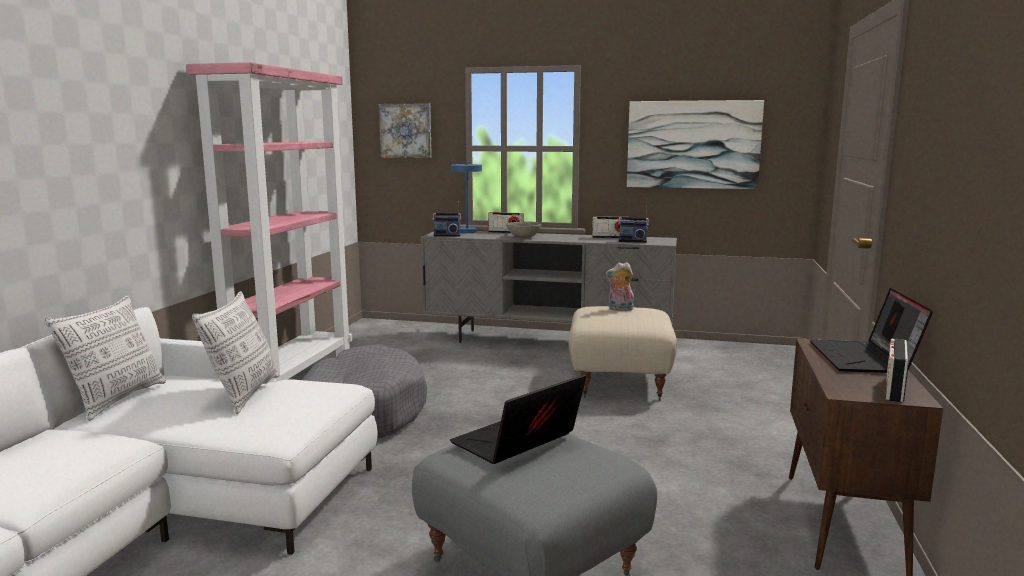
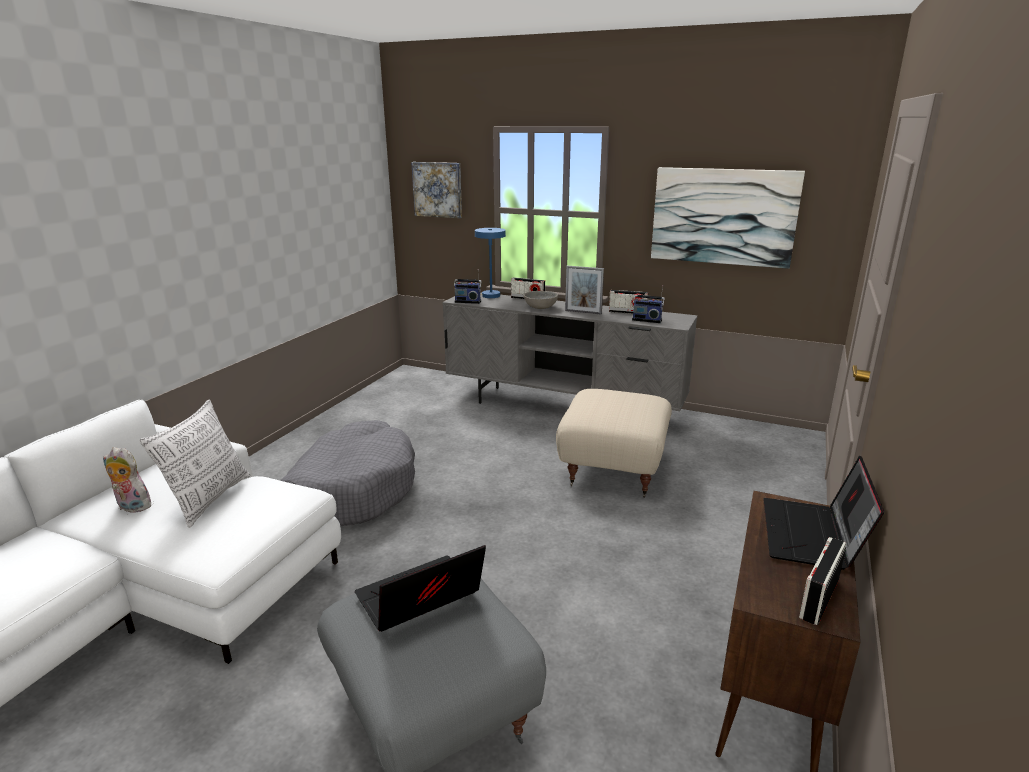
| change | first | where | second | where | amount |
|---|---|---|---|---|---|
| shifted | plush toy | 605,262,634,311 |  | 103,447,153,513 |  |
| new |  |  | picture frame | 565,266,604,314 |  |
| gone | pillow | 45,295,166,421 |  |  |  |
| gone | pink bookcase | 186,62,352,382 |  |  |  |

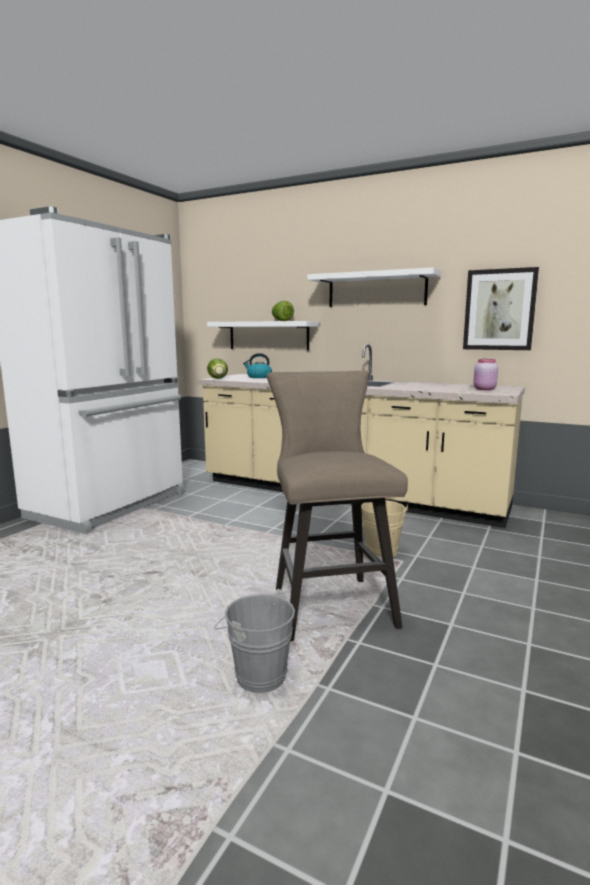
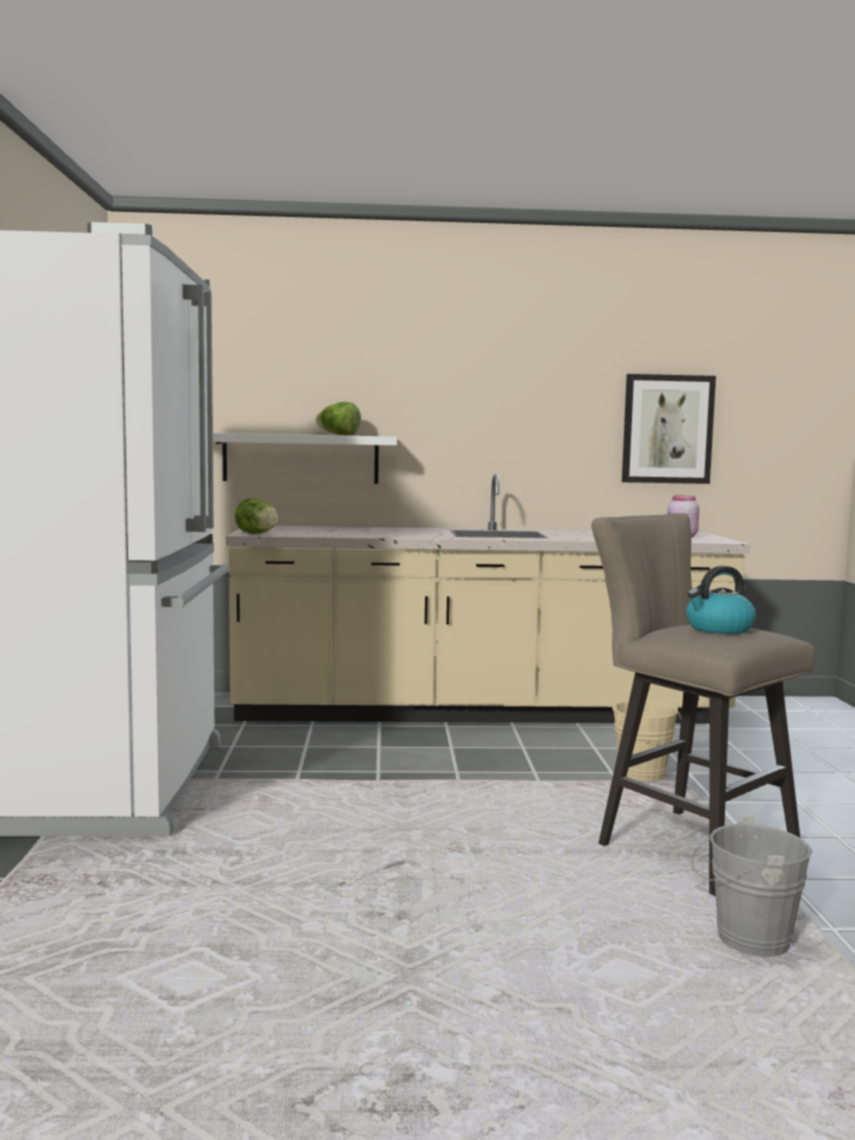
| change | first | where | second | where | amount |
|---|---|---|---|---|---|
| shifted | kettle | 243,353,272,378 |  | 686,566,756,634 |  |
| gone | white shelf | 307,268,441,307 |  |  |  |

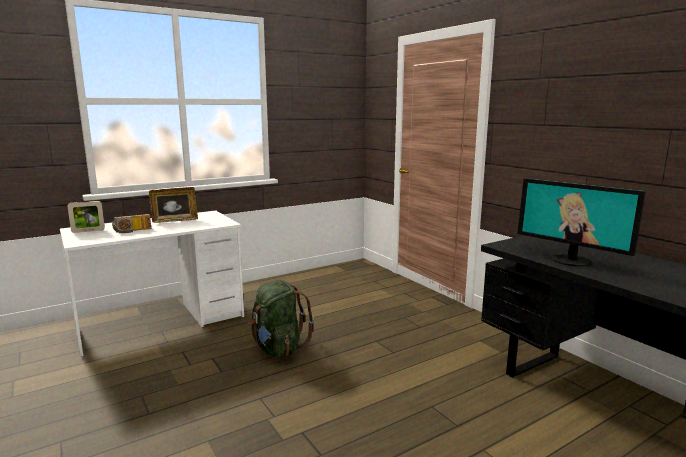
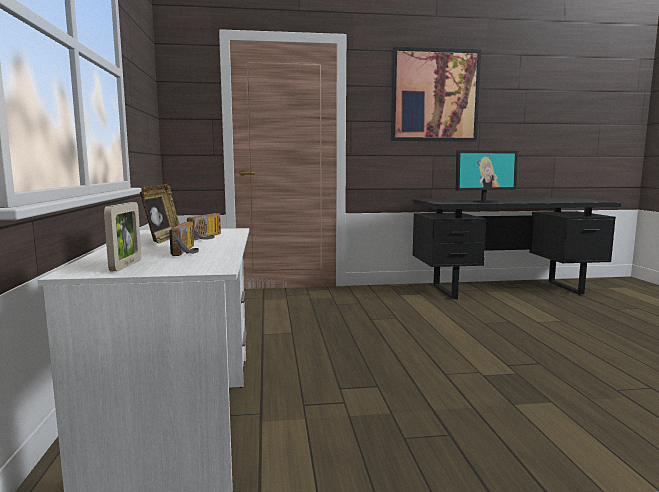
| change | first | where | second | where | amount |
|---|---|---|---|---|---|
| new |  |  | radio | 187,213,221,240 |  |
| new |  |  | picture | 391,47,481,142 |  |
| gone | green backpack | 248,280,314,357 |  |  |  |

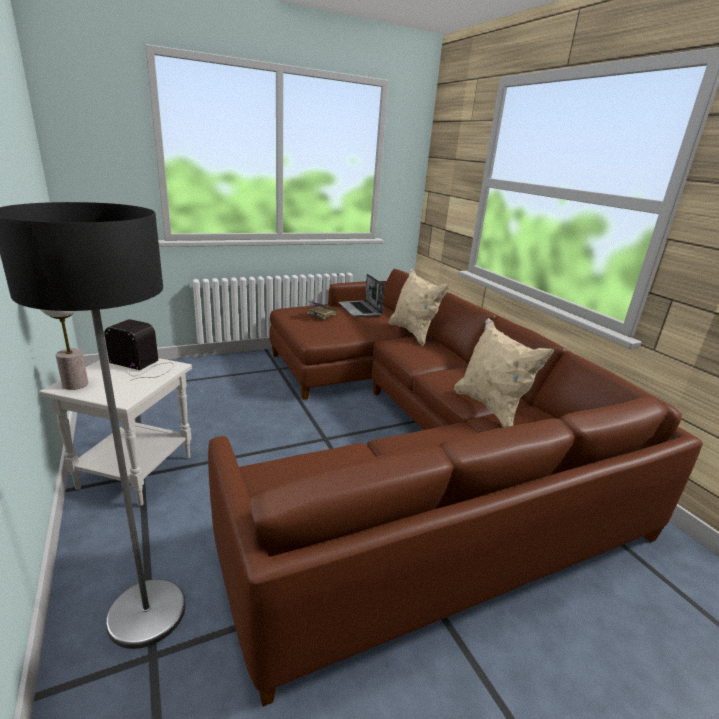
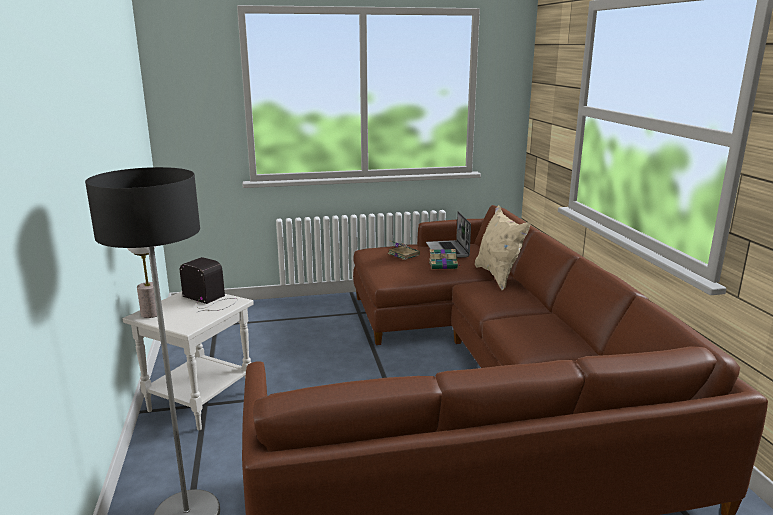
| change | first | where | second | where | amount |
|---|---|---|---|---|---|
| new |  |  | book | 429,249,461,269 |  |
| gone | beige pillow | 454,318,554,427 |  |  |  |

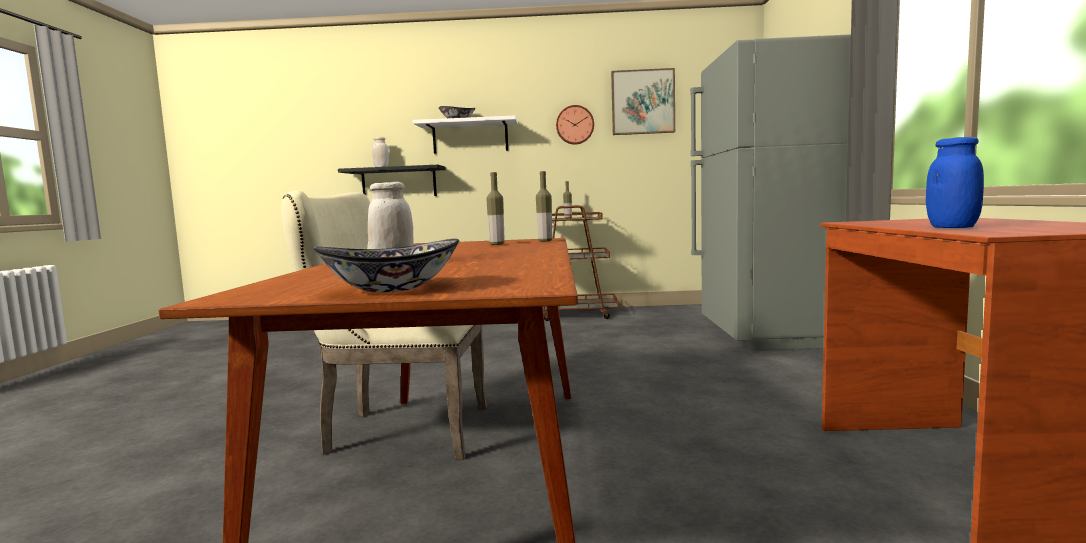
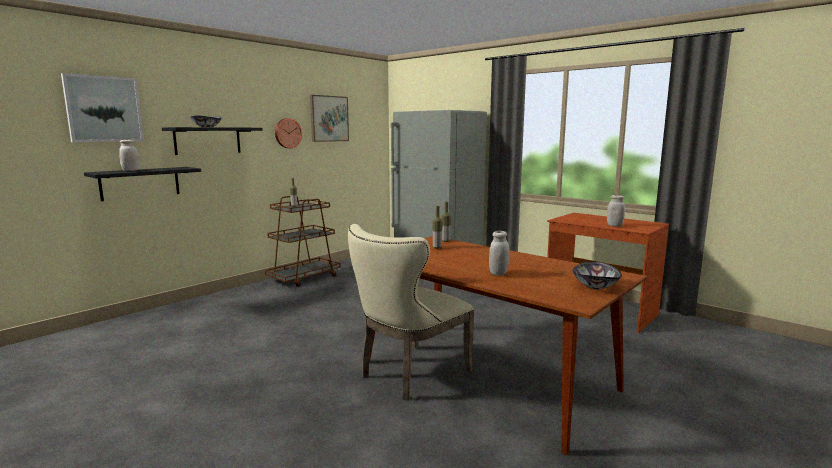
| change | first | where | second | where | amount |
|---|---|---|---|---|---|
| new |  |  | picture | 61,73,144,142 |  |
| repainted | white shelf | 413,115,518,154 | black shelf | 162,127,263,155 |  |
| repainted | blue jar | 926,137,984,228 | white jar | 607,195,625,227 |  |

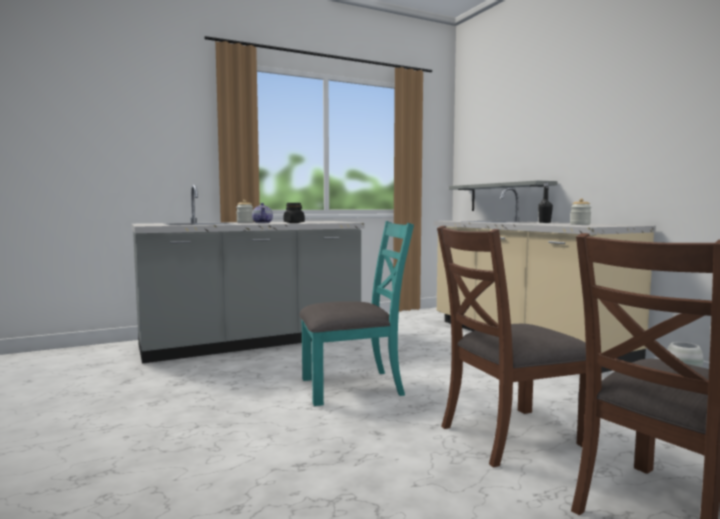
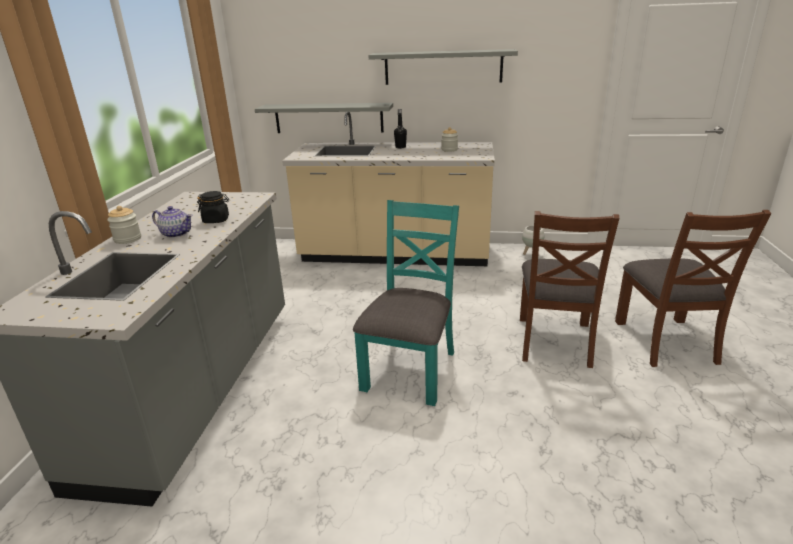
| change | first | where | second | where | amount |
|---|---|---|---|---|---|
| new |  |  | grey shelf | 368,49,518,85 |  |

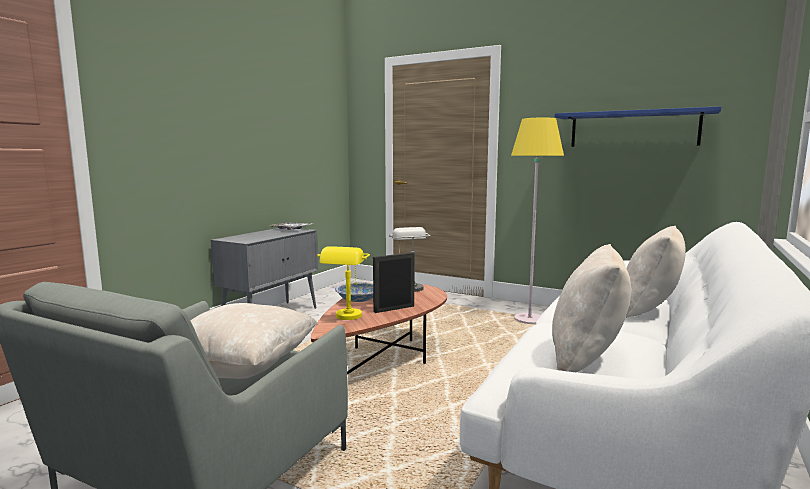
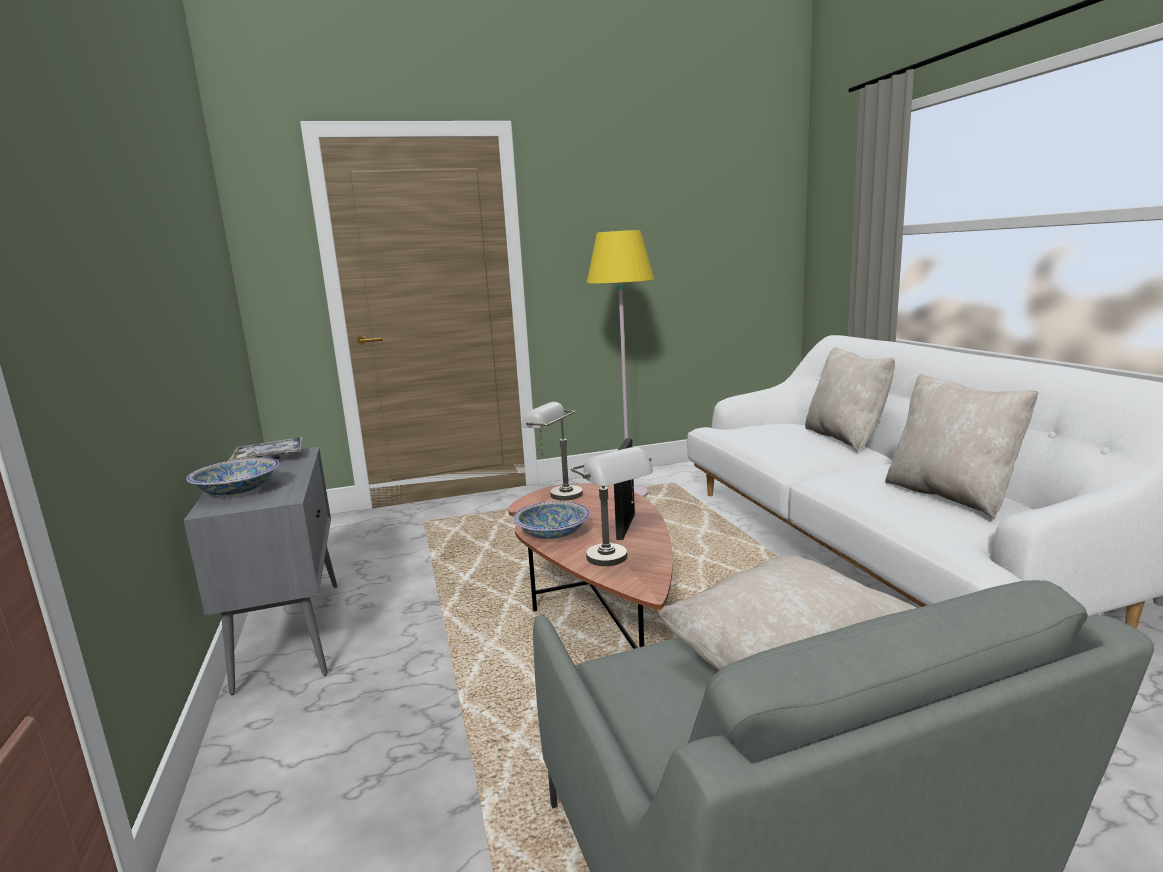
| change | first | where | second | where | amount |
|---|---|---|---|---|---|
| new |  |  | bowl | 186,458,279,495 |  |
| repainted | yellow table lamp | 317,246,370,320 | grey table lamp | 571,447,653,566 |  |
| gone | blue shelf | 555,106,721,147 |  |  |  |

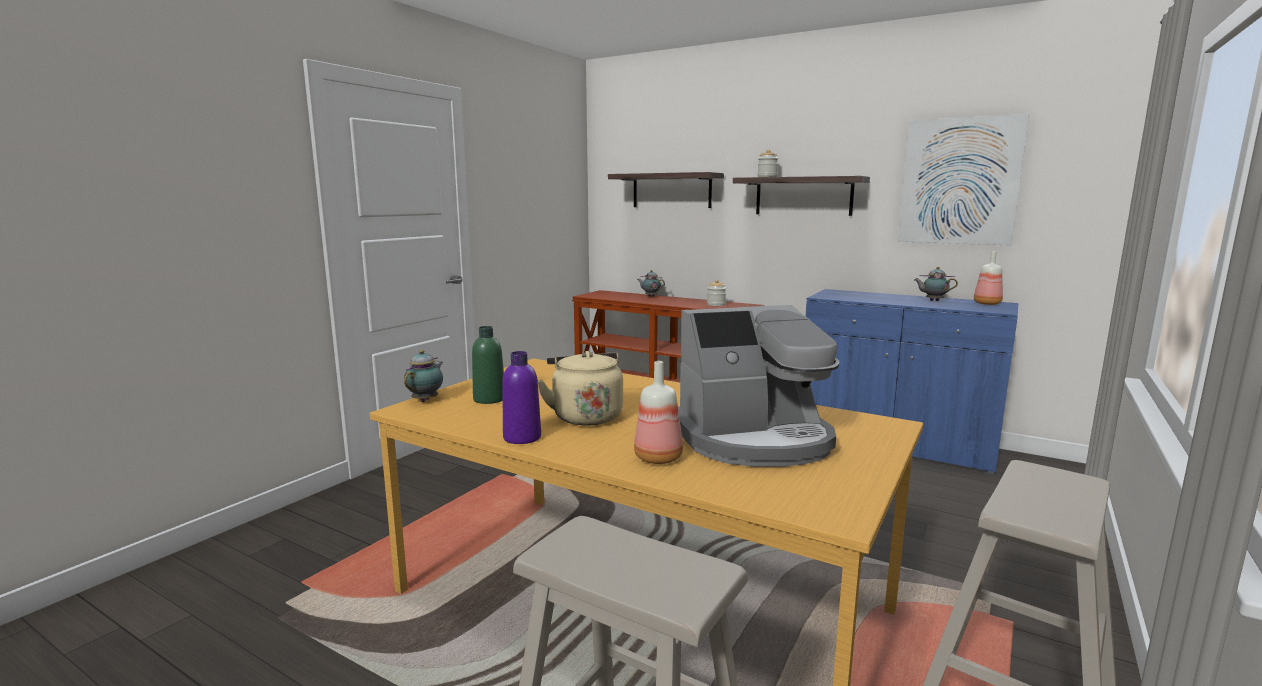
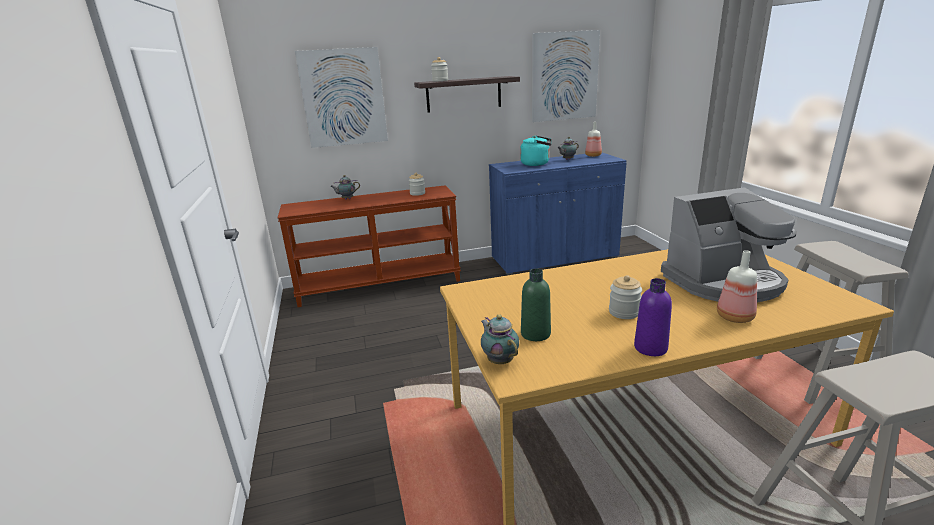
| change | first | where | second | where | amount |
|---|---|---|---|---|---|
| swapped | shelf | 608,172,724,208 | picture | 295,47,388,148 |  |
| new |  |  | turquoise kettle | 520,136,552,166 |  |
| swapped | beige kettle | 538,351,623,426 | jar | 609,275,642,319 |  |
| rotated | coffee machine | 678,305,840,467 |  | 661,187,796,302 | 45 degrees clockwise |

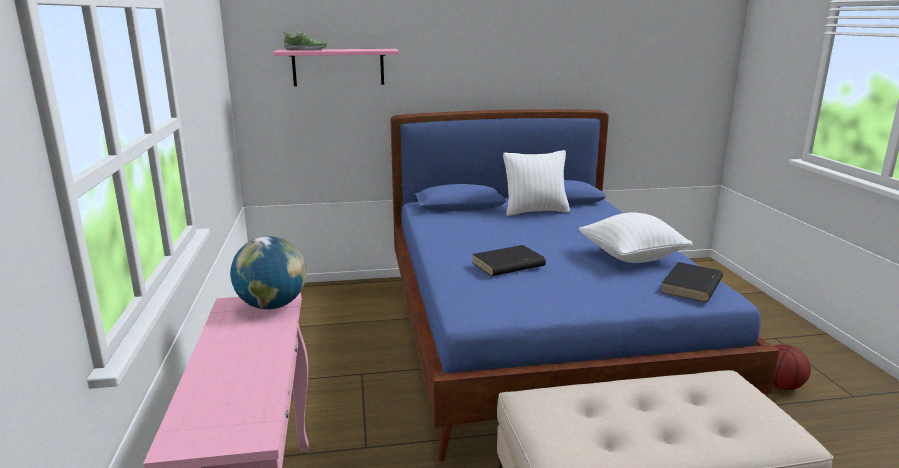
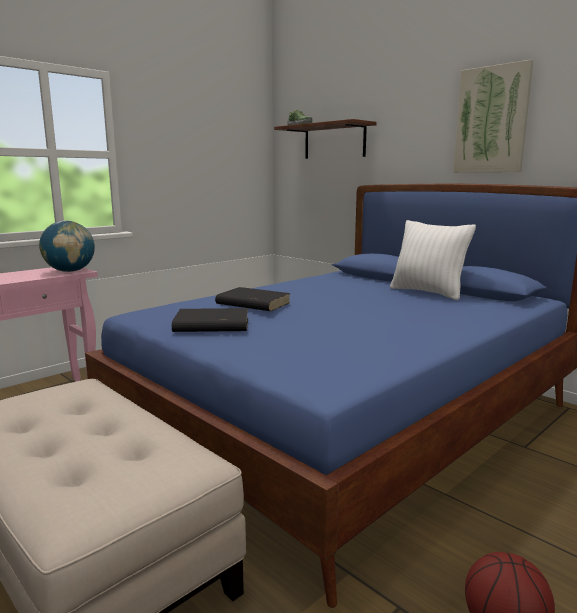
| change | first | where | second | where | amount |
|---|---|---|---|---|---|
| shifted | black book | 661,262,723,302 |  | 172,308,248,332 |  |
| repainted | pink shelf | 273,49,400,86 | brown shelf | 274,119,377,159 |  |
| new |  |  | picture | 453,60,533,172 |  |
| gone | white pillow | 579,212,693,263 |  |  |  |

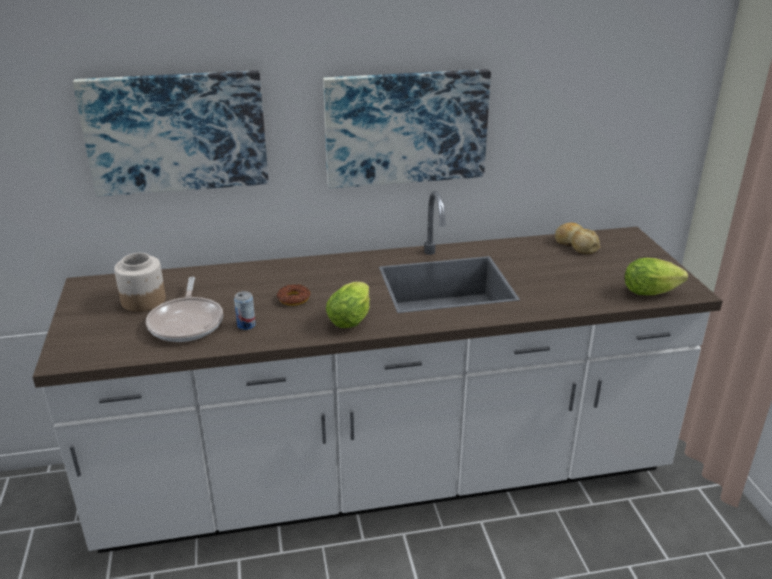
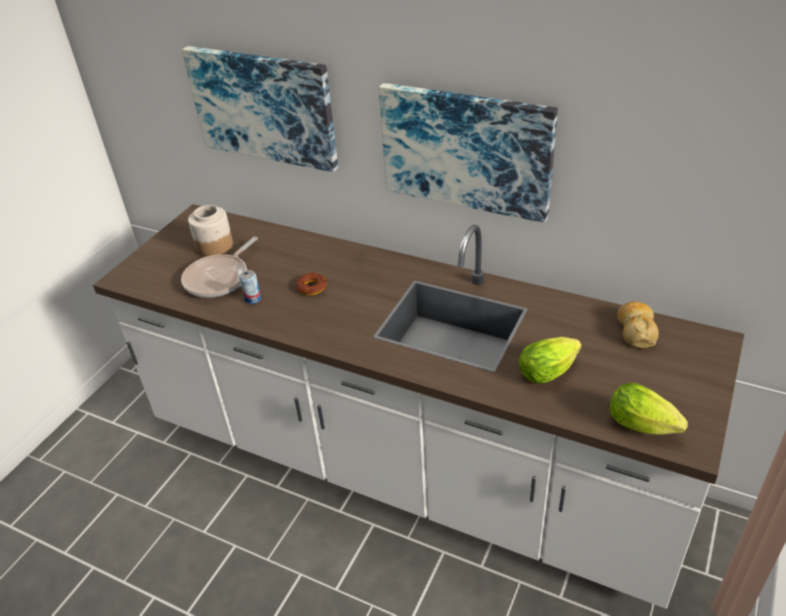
| change | first | where | second | where | amount |
|---|---|---|---|---|---|
| shifted | lettuce | 326,282,370,328 |  | 519,337,582,384 |  |

